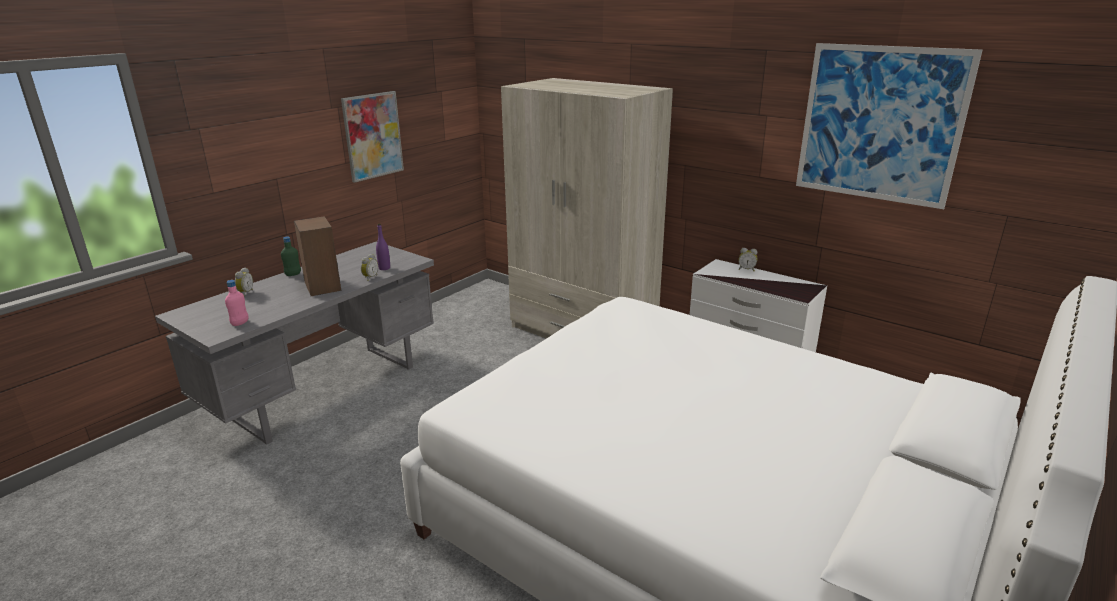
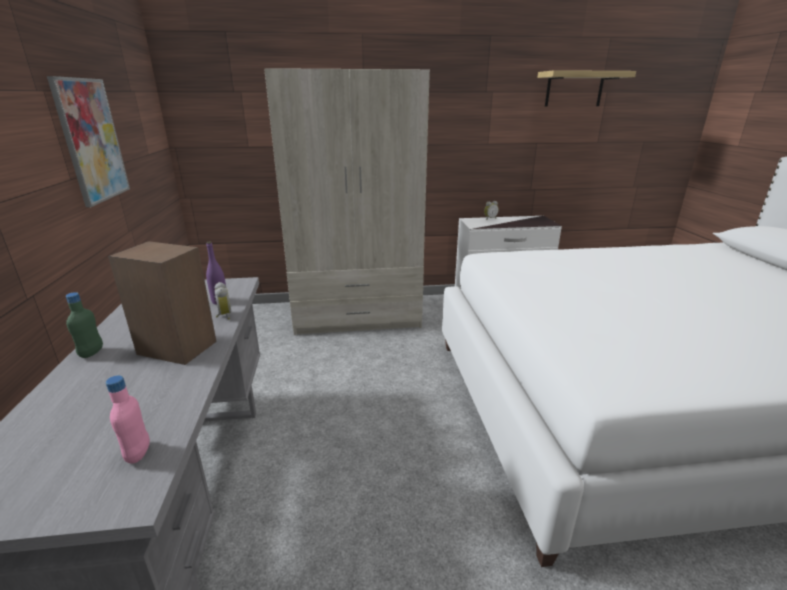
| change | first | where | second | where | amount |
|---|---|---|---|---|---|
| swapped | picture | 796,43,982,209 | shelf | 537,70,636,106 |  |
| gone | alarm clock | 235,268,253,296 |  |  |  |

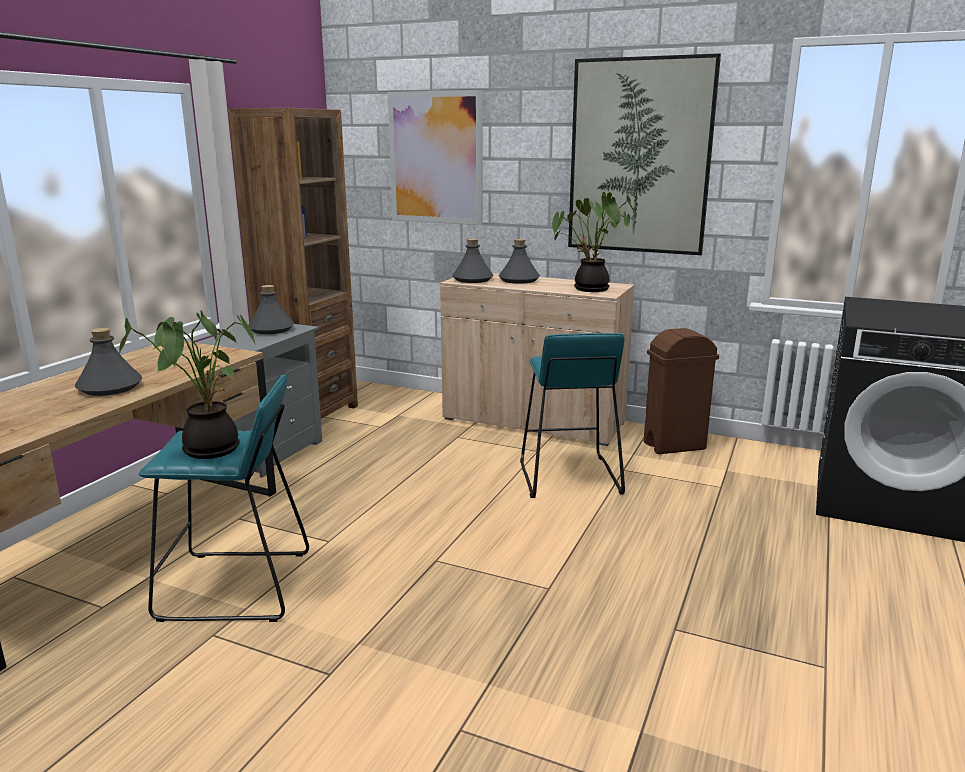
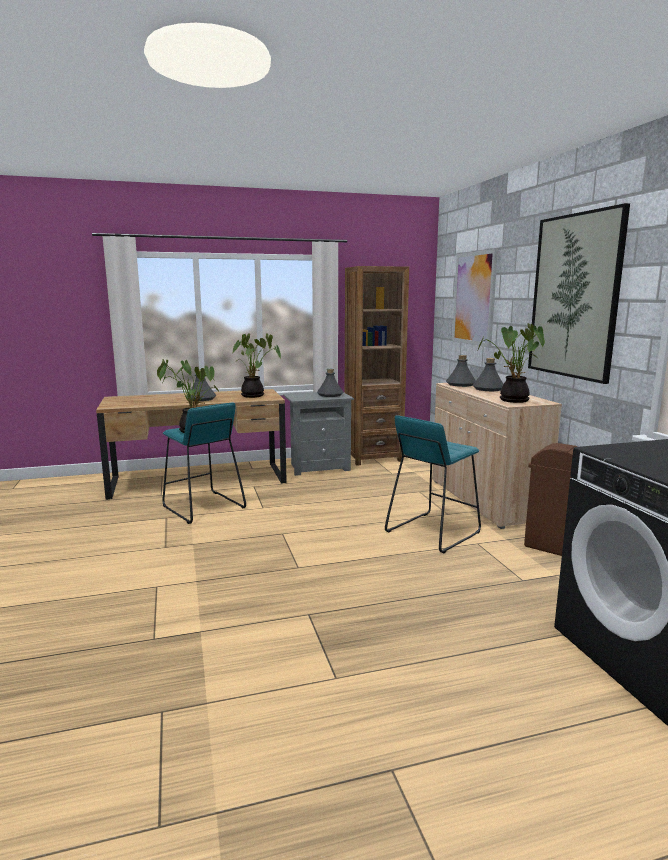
| change | first | where | second | where | amount |
|---|---|---|---|---|---|
| new |  |  | potted plant | 233,333,281,398 |  |

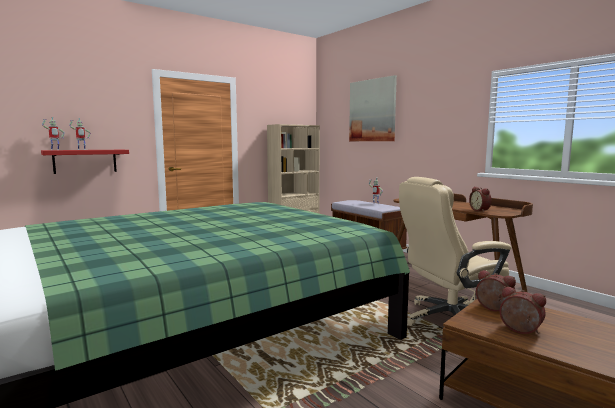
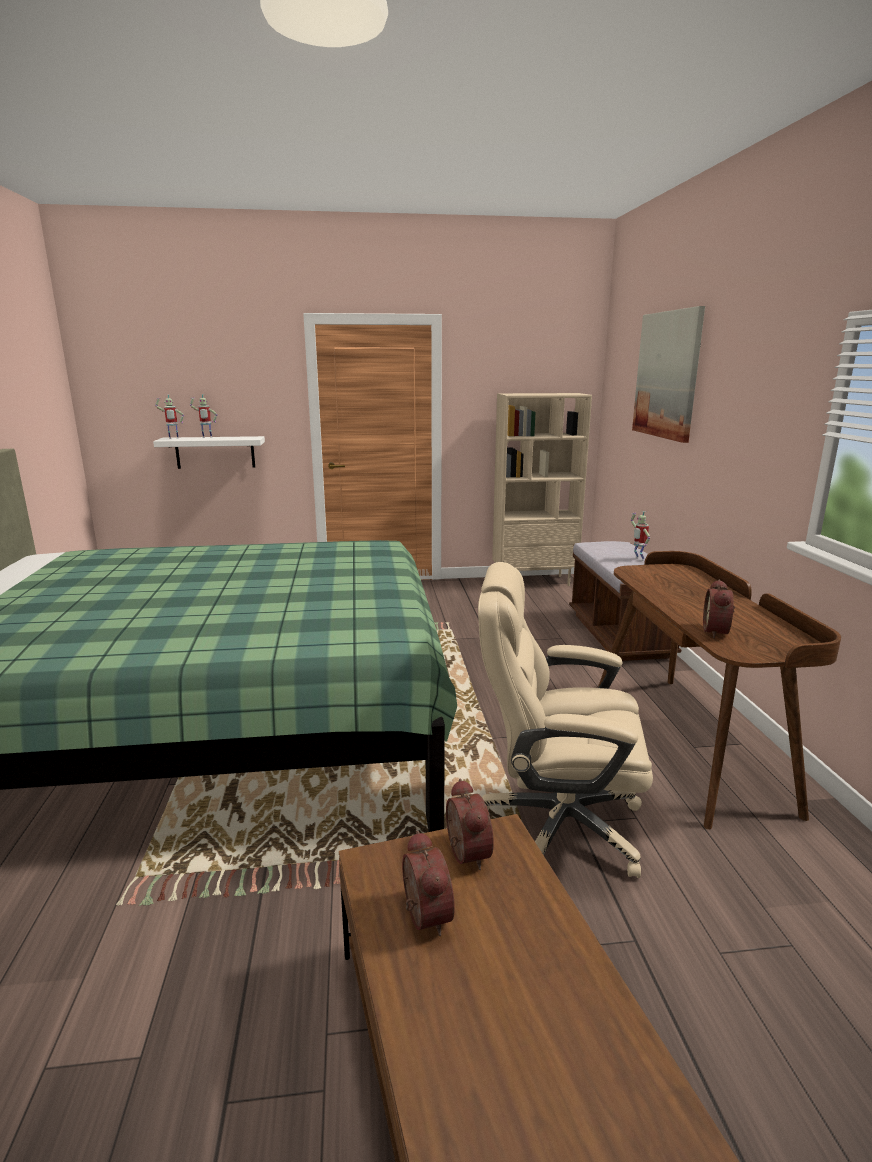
| change | first | where | second | where | amount |
|---|---|---|---|---|---|
| repainted | red shelf | 41,150,129,174 | white shelf | 153,436,265,469 |  |

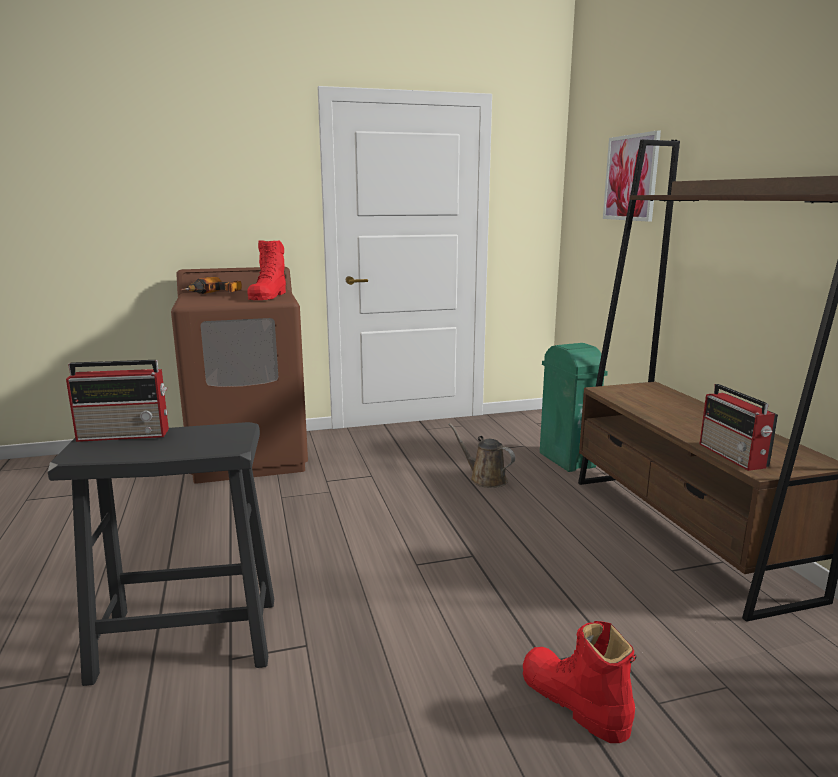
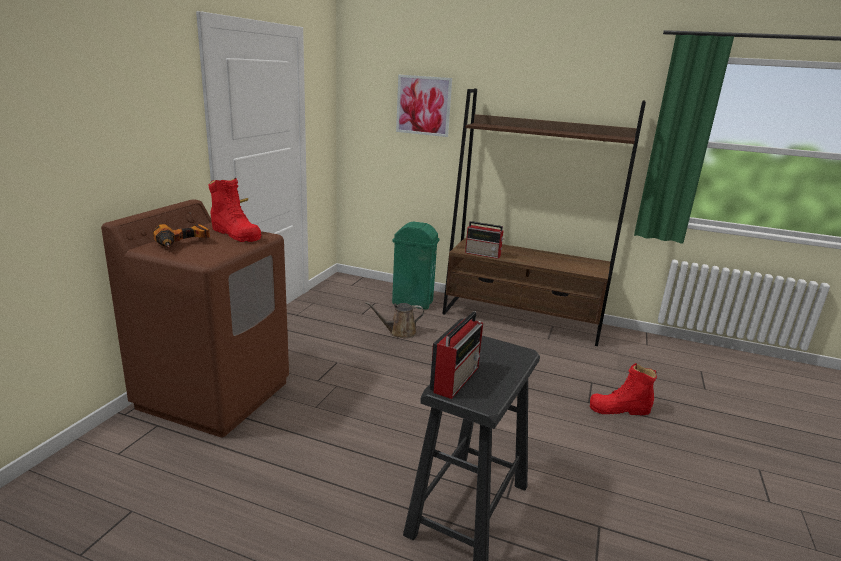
| change | first | where | second | where | amount |
|---|---|---|---|---|---|
| shifted | radio | 700,384,778,471 |  | 465,221,504,259 |  |

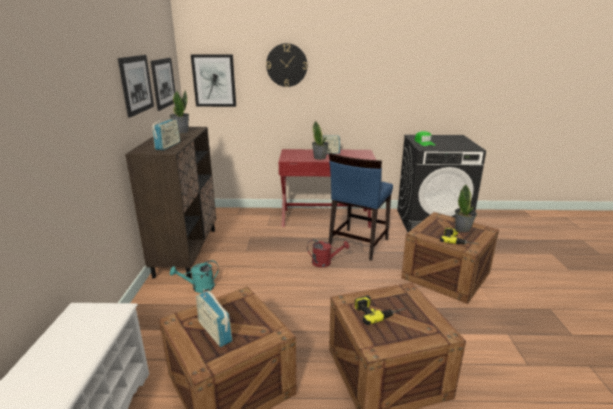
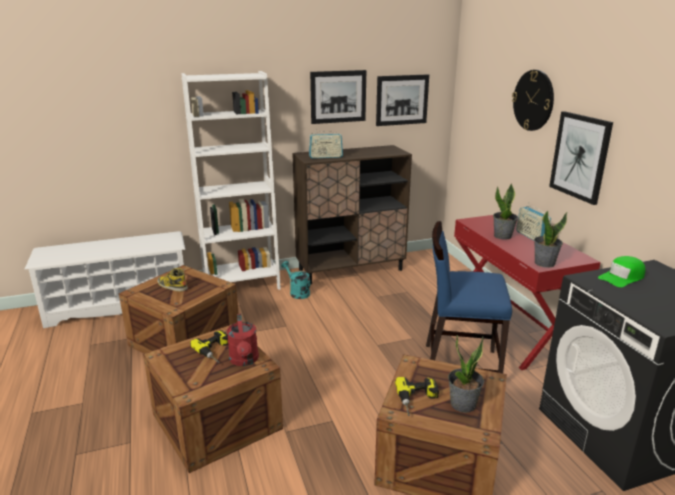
| change | first | where | second | where | amount |
|---|---|---|---|---|---|
| swapped | radio | 196,289,232,347 | boot | 157,268,188,292 |  |
| new |  |  | white bookcase | 181,71,281,290 |  |
| shifted | red watering can | 307,240,349,268 |  | 227,314,259,366 |  |
| shifted | potted plant | 169,90,189,134 |  | 534,210,567,268 |  |
| shifted | picture | 191,54,236,107 |  | 549,111,613,205 |  |

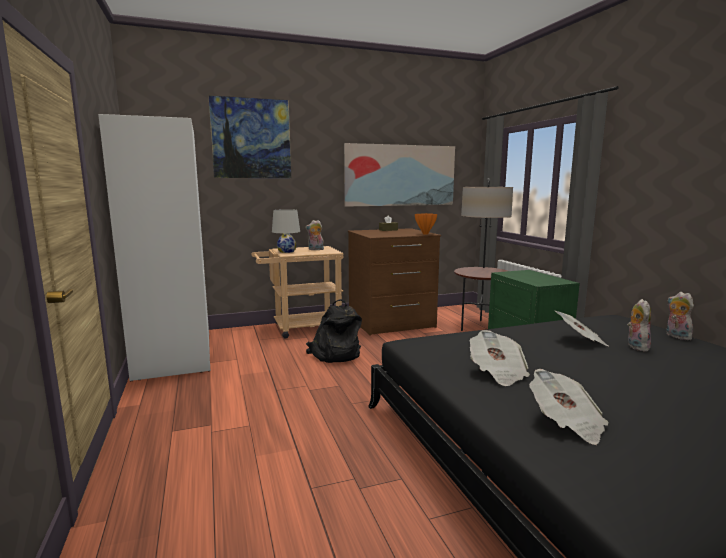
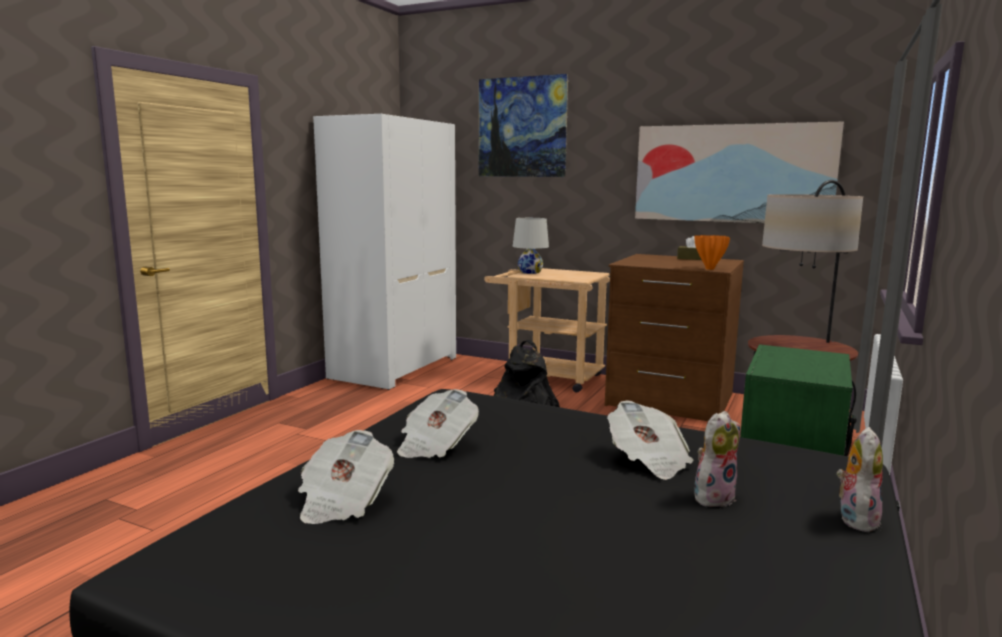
| change | first | where | second | where | amount |
|---|---|---|---|---|---|
| gone | plush toy | 305,220,324,250 |  |  |  |

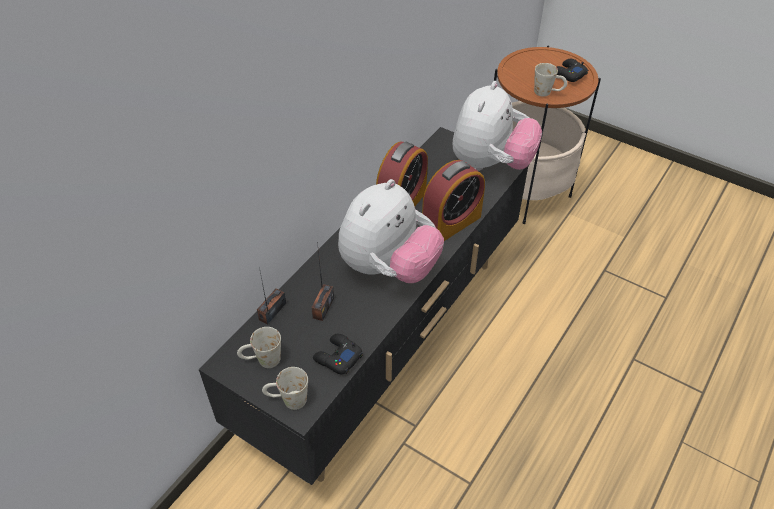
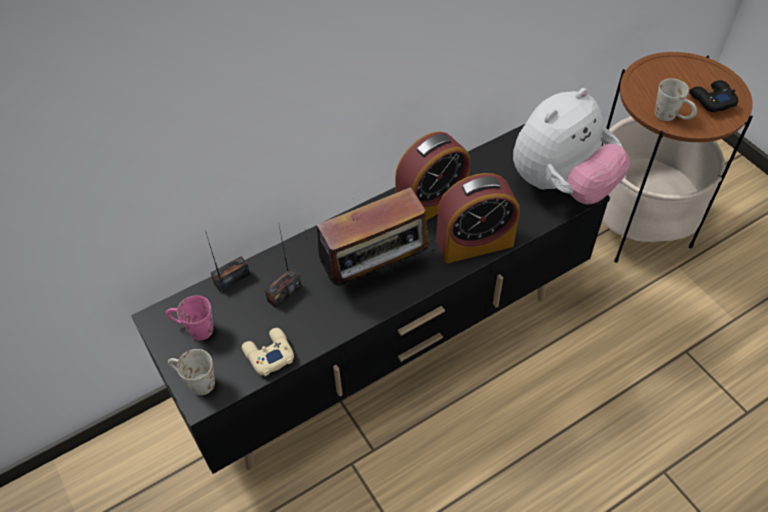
| change | first | where | second | where | amount |
|---|---|---|---|---|---|
| repainted | white mug | 237,327,281,368 | pink mug | 166,295,213,341 |  |
| repainted | black game controller | 313,334,363,375 | beige game controller | 242,328,294,376 |  |
| swapped | plush toy | 338,179,444,283 | radio | 317,187,434,286 |  |

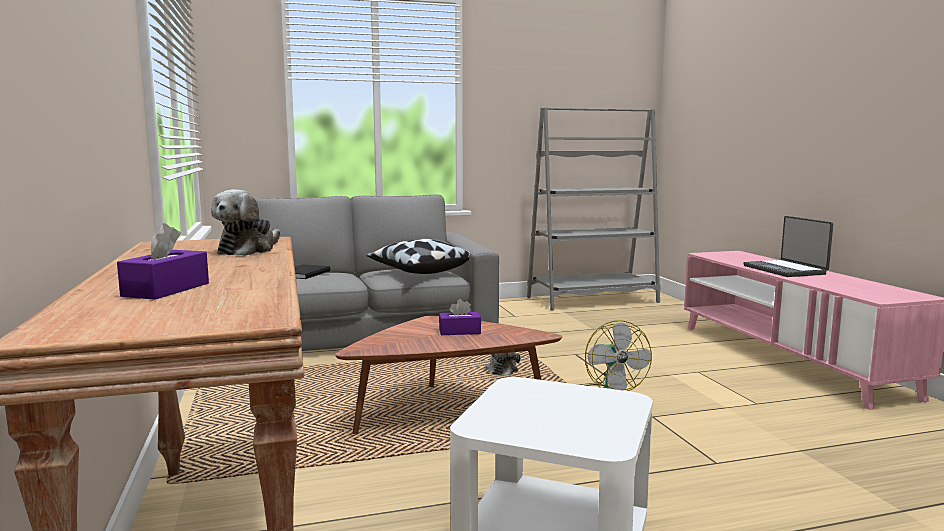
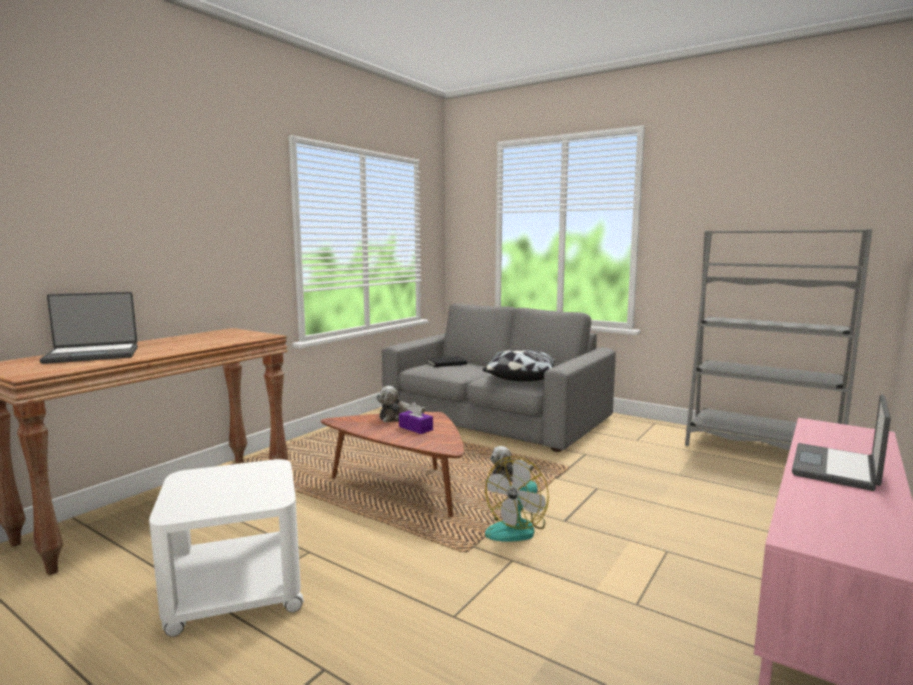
| change | first | where | second | where | amount |
|---|---|---|---|---|---|
| swapped | purple tissue box | 117,223,209,300 | laptop | 40,292,138,364 |  |
| shifted | plush toy | 211,189,280,256 |  | 377,386,426,422 |  |

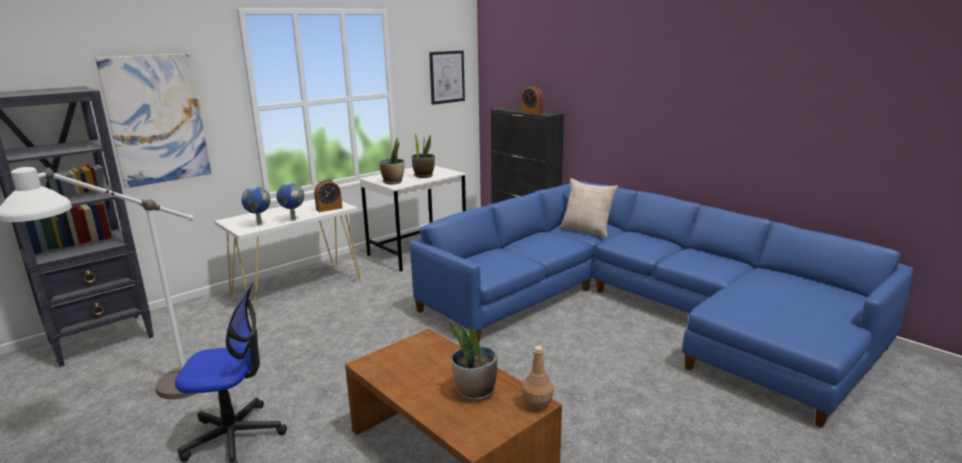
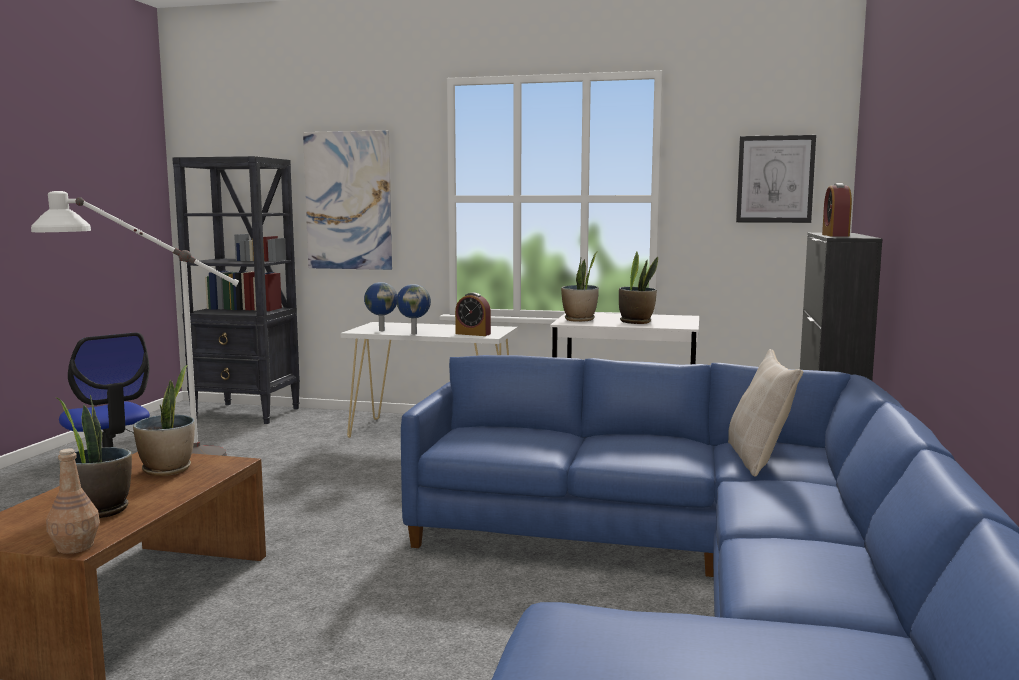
| change | first | where | second | where | amount |
|---|---|---|---|---|---|
| new |  |  | potted plant | 133,365,195,476 |  |

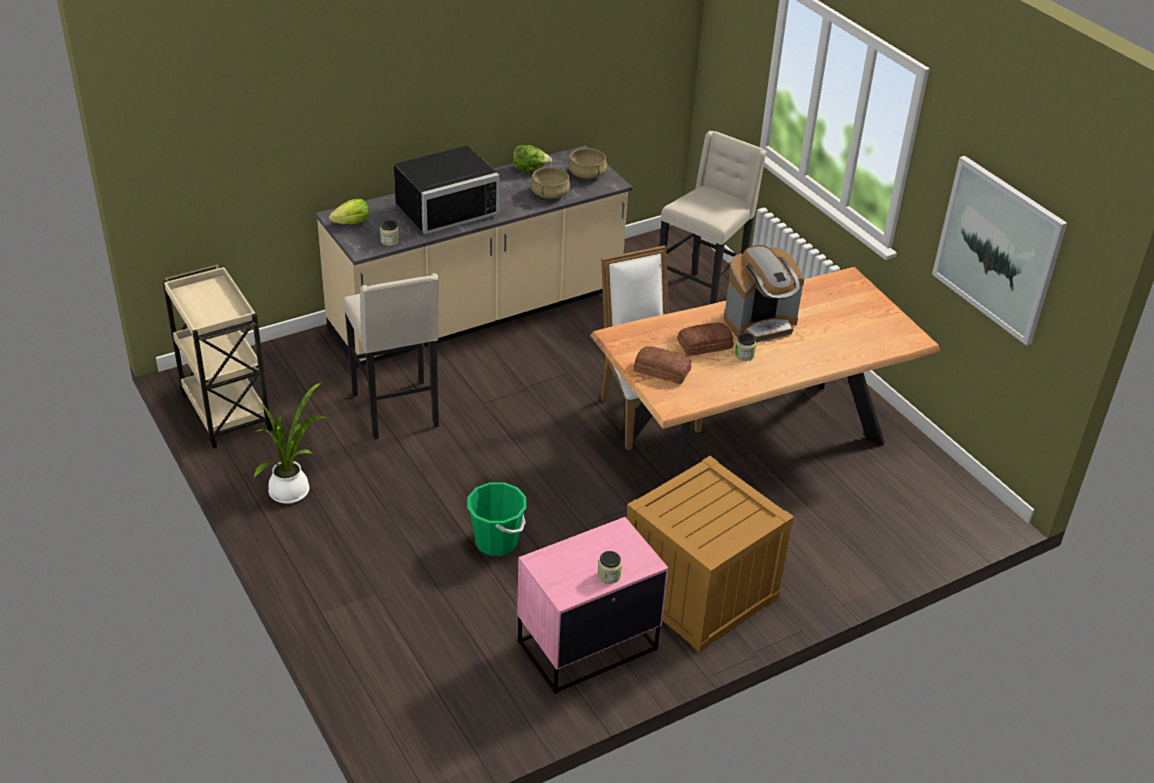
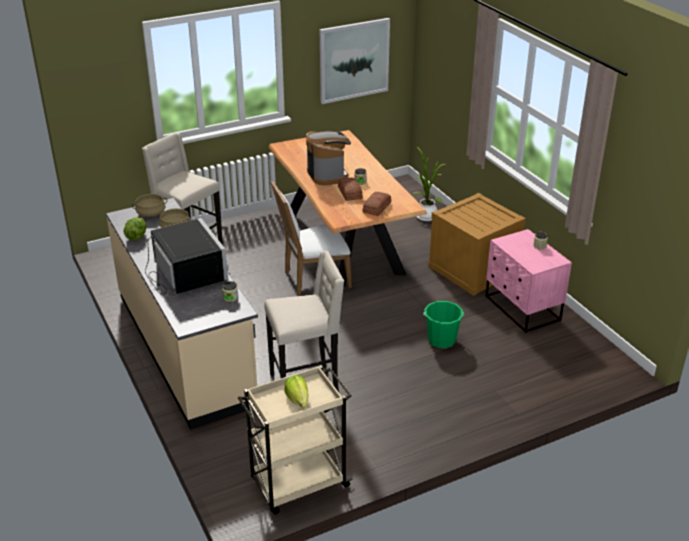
| change | first | where | second | where | amount |
|---|---|---|---|---|---|
| shifted | lettuce | 329,199,369,224 |  | 284,375,309,407 |  |
| shifted | potted plant | 254,382,328,504 |  | 412,147,445,221 |  |

